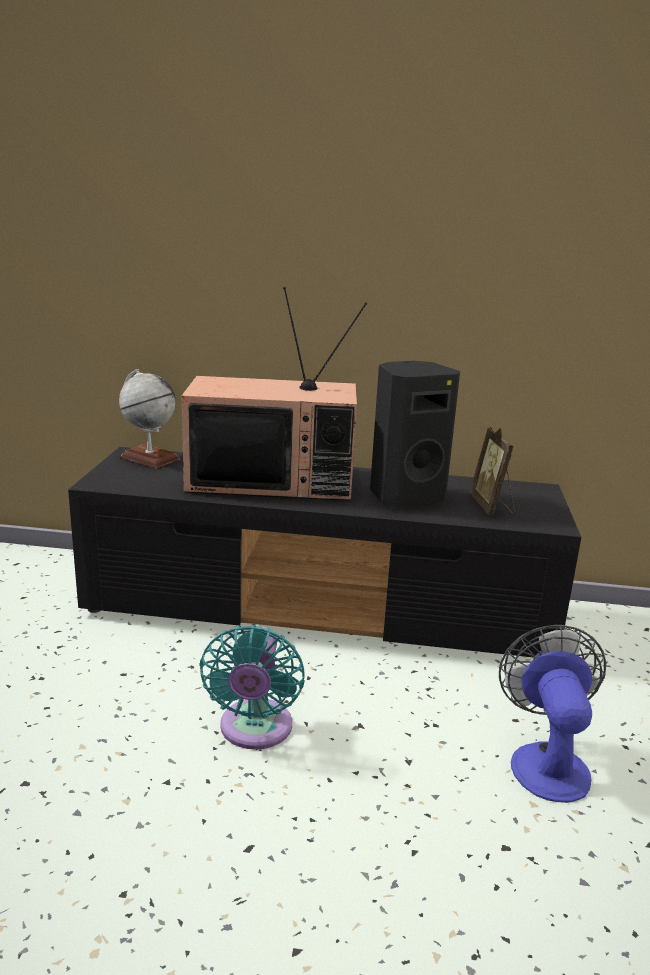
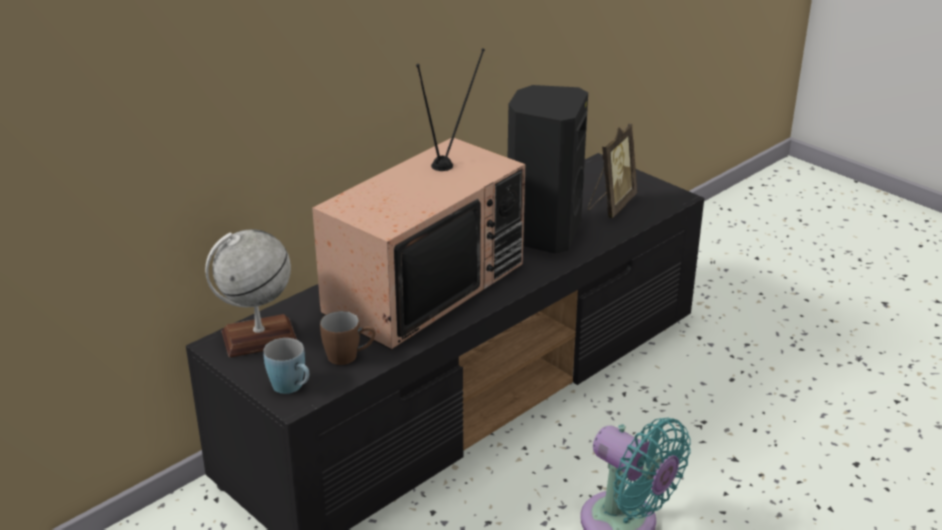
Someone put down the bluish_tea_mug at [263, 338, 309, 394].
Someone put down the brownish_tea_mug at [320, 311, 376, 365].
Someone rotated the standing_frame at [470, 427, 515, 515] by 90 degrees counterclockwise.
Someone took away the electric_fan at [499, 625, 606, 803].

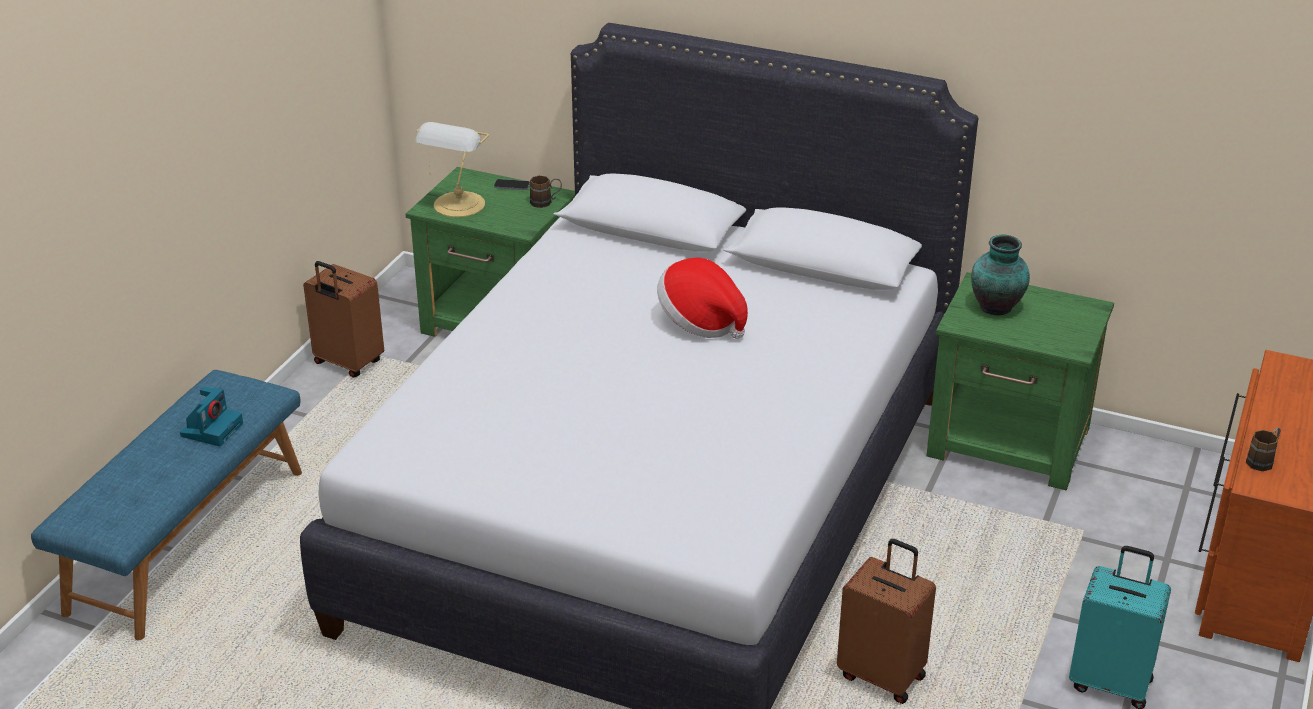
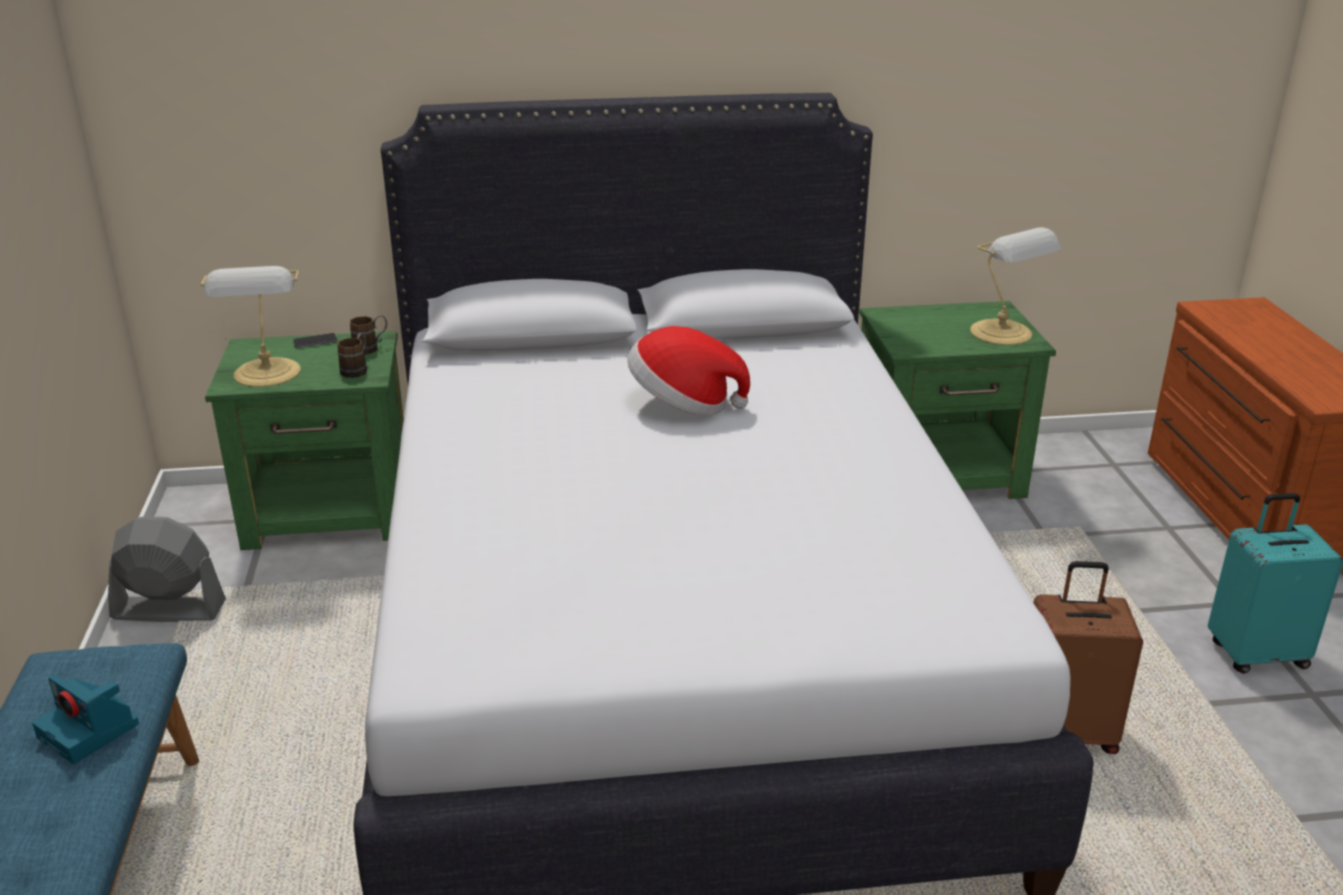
Someone rotated the still_camera at [180, 387, 243, 447] by 135 degrees clockwise.
Someone swapped the brownish_travel_case at [303, 261, 384, 377] for the grey_electric_fan at [108, 517, 226, 622].
Someone carried the brownish_tea_mug from [1246, 427, 1280, 471] to [337, 333, 367, 378].
Someone put down the table_lamp at [970, 227, 1061, 345].
Someone took away the flower_vase at [971, 234, 1030, 315].

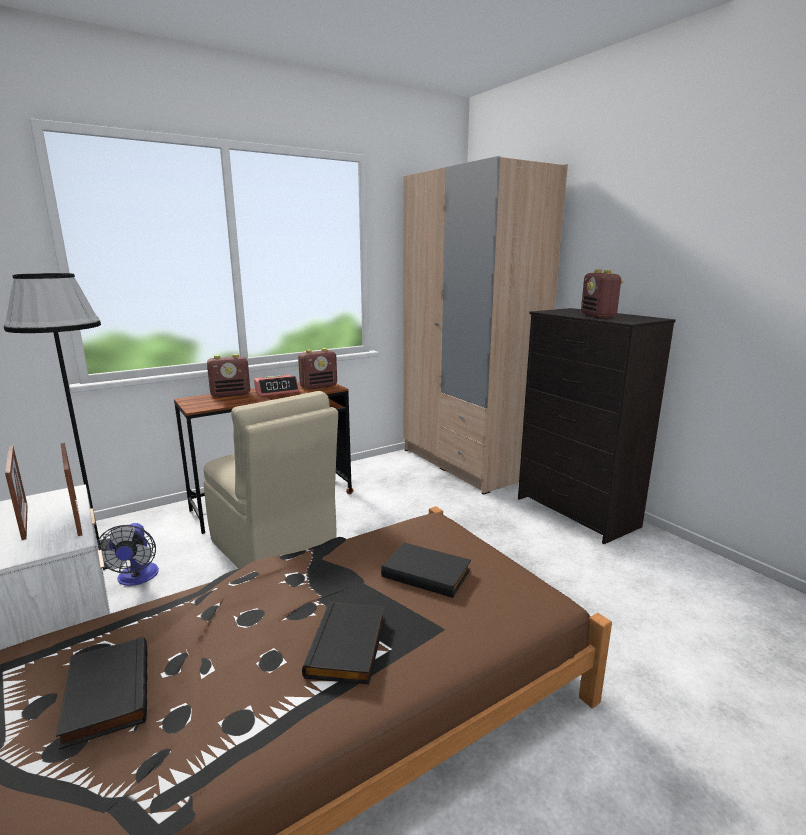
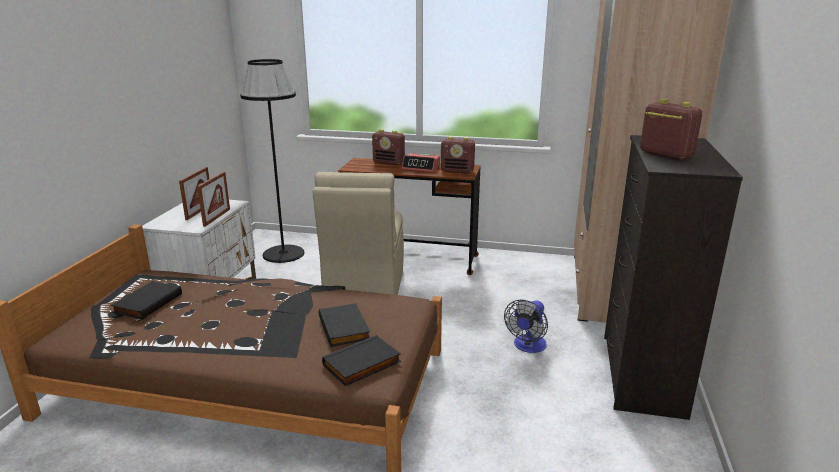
Someone carried the black_volume from [302, 601, 385, 684] to [322, 335, 401, 386].
Someone carried the electric_fan from [97, 523, 159, 586] to [504, 299, 548, 353].
Someone rotated the radio_receiver at [581, 269, 623, 319] by 105 degrees clockwise.

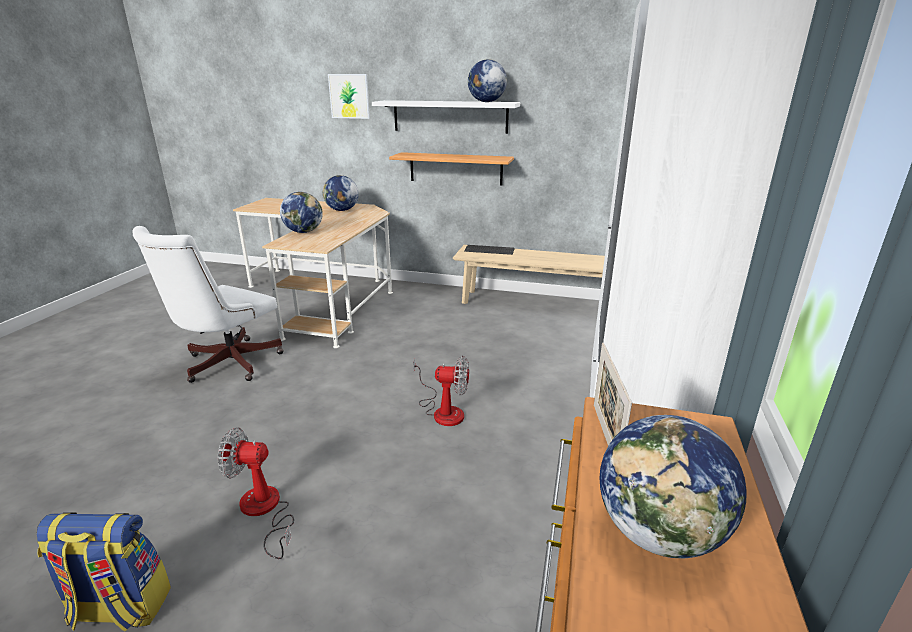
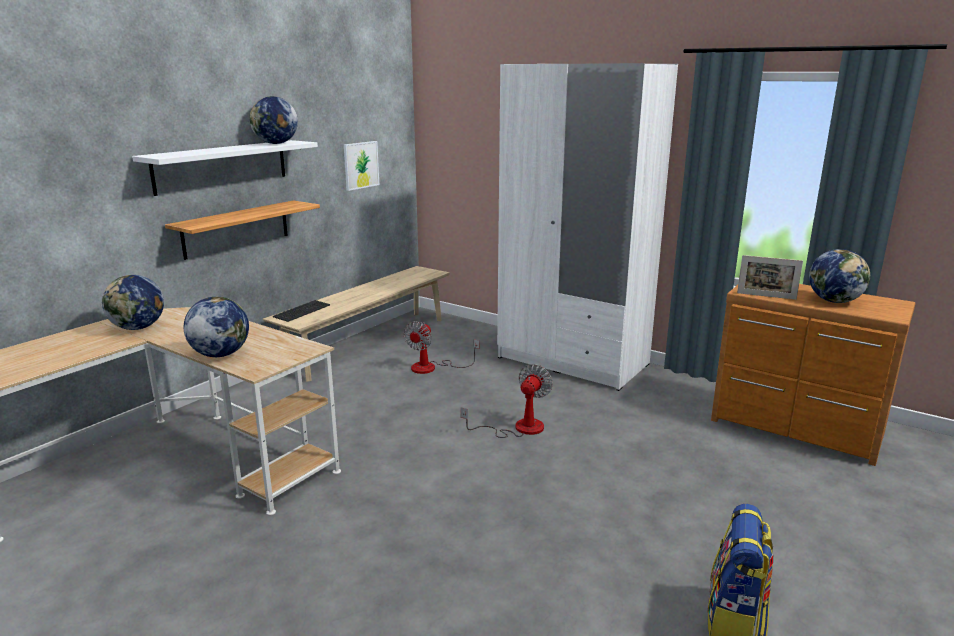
Someone carried the picture from [328, 74, 370, 119] to [344, 141, 379, 191].
Someone carried the electric_fan from [218, 427, 294, 559] to [404, 321, 479, 374].
Someone took away the white-coloured_office_chair at [132, 226, 284, 383].

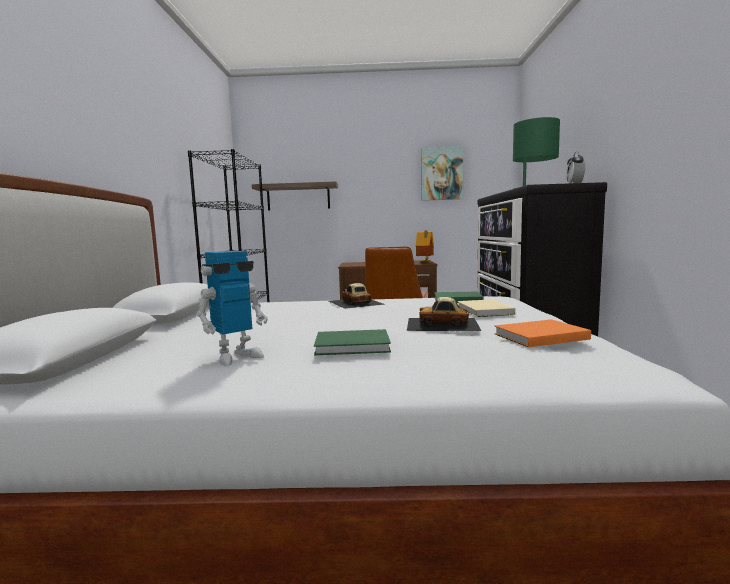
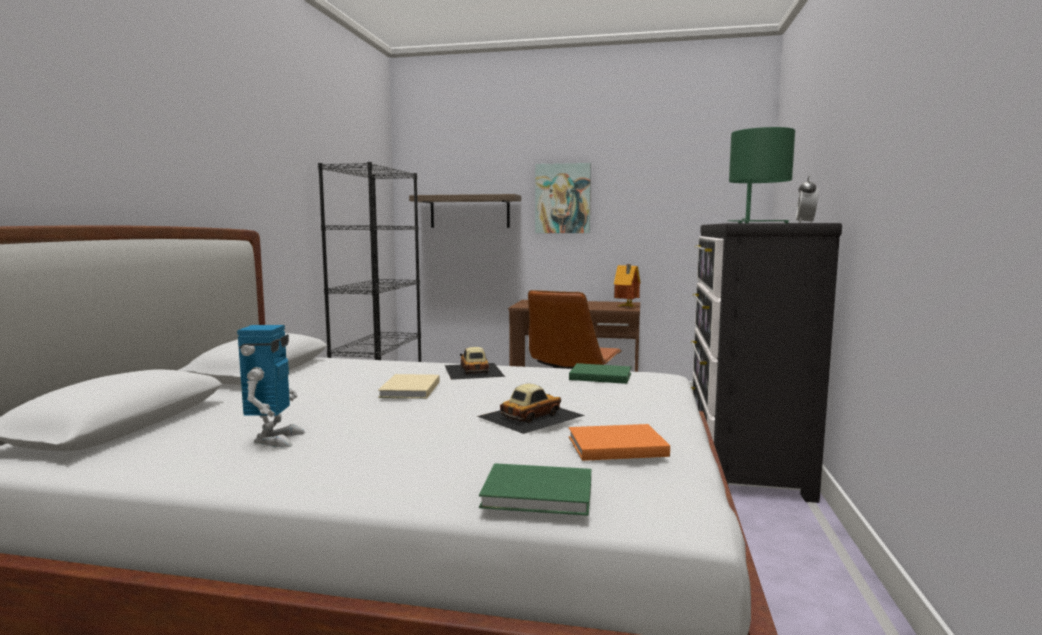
Someone rotated the toy_robot at [196, 251, 267, 366] by 60 degrees counterclockwise.
Someone carried the beige-coloured_volume from [457, 299, 516, 317] to [378, 374, 440, 399].
Someone rotated the toy_car at [407, 297, 481, 331] by 120 degrees clockwise.
Someone carried the green_volume from [314, 329, 391, 355] to [479, 463, 591, 516].
Someone carried the picture from [421, 146, 463, 201] to [535, 163, 591, 233].

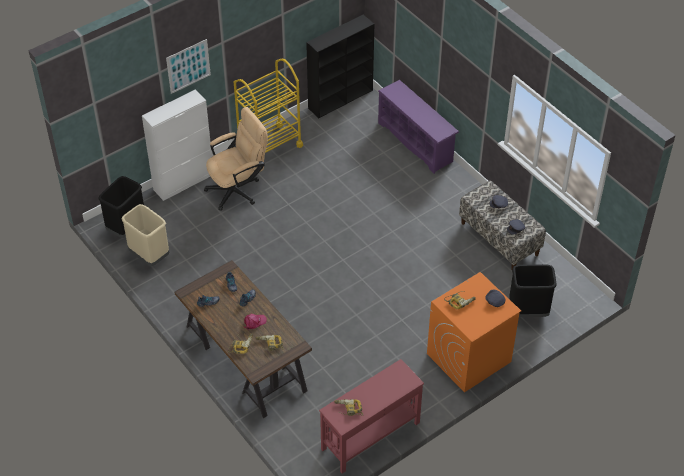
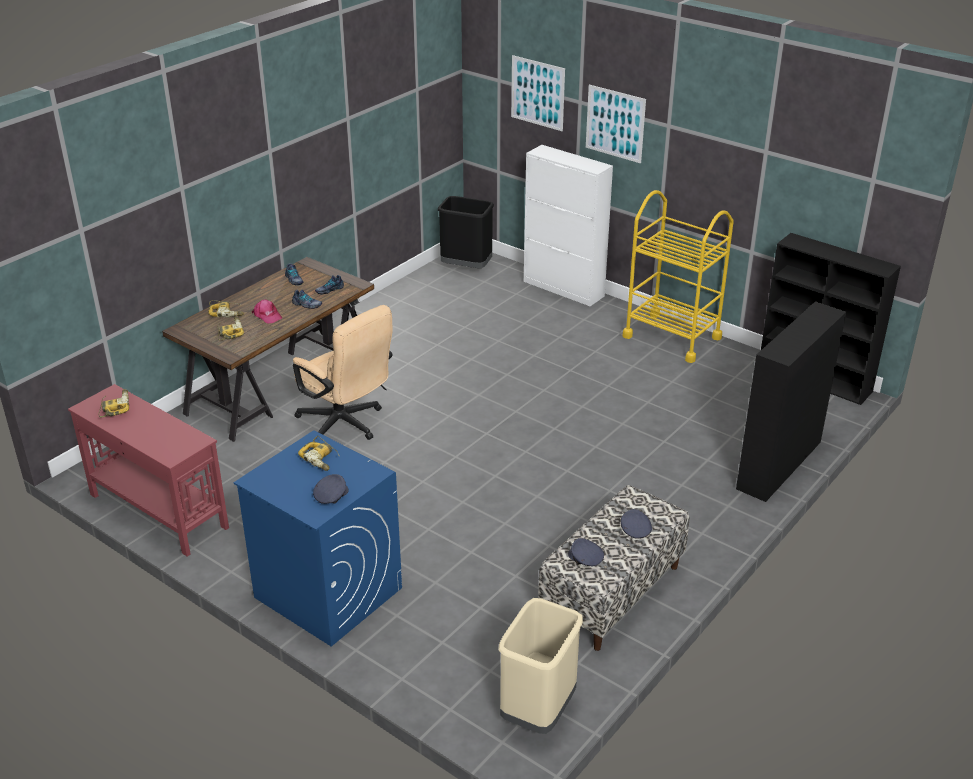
Someone repainted the orangey_laundry_machine at [427, 272, 521, 393], which became the bluish_laundry_machine at [234, 430, 402, 647].
Someone carried the beige-coloured_office_chair from [204, 107, 268, 211] to [293, 305, 393, 440].
Someone carried the beige-coloured_waste_bin from [121, 204, 169, 266] to [498, 598, 583, 734].
Someone put up the picture at [511, 55, 565, 131].
Someone swapped the purplish_shoe_stand at [378, 80, 459, 174] for the black_bookcase at [736, 301, 846, 502].
Someone took away the black_waste_bin at [509, 264, 557, 317].

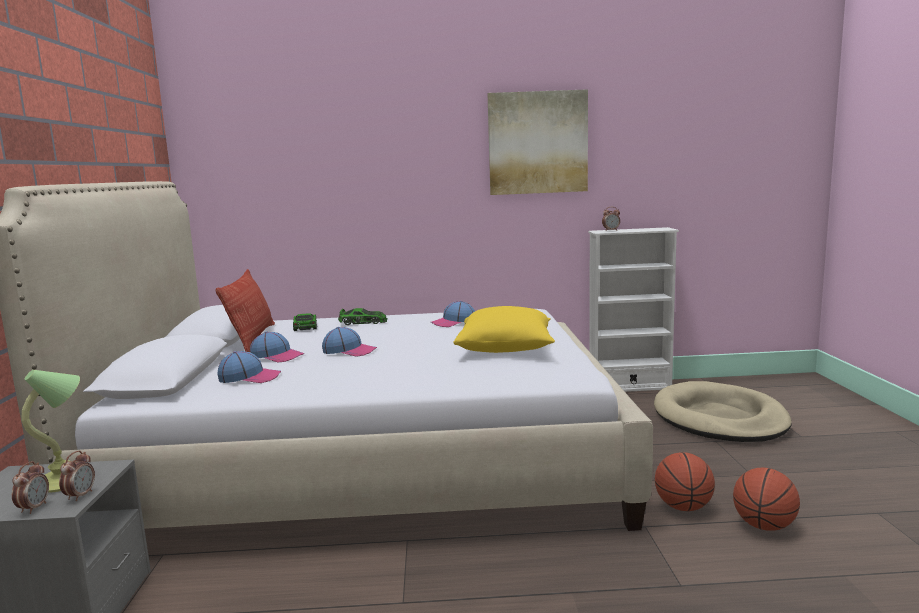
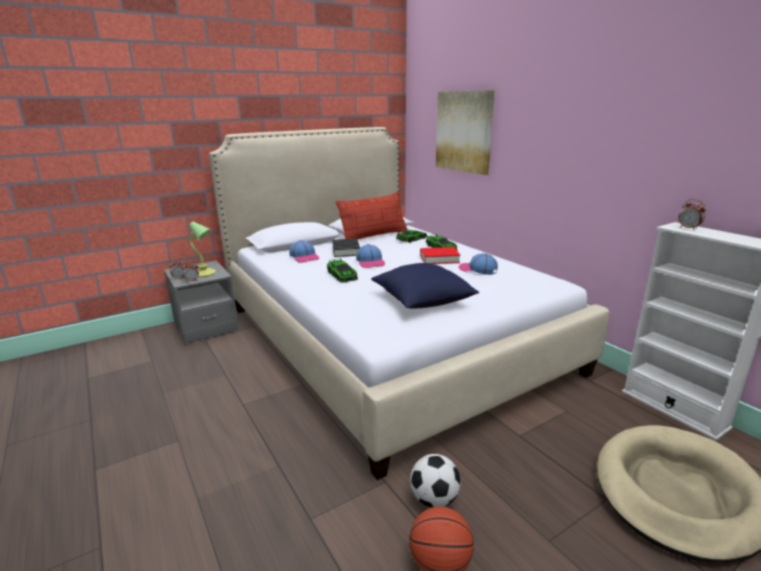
Someone put down the toy_car at [327, 258, 358, 282].
Someone swapped the baseball_cap at [250, 332, 304, 363] for the black_volume at [332, 239, 360, 257].
Someone repainted the yellow_pillow at [453, 306, 555, 353], which became the bluish_pillow at [371, 263, 479, 309].
Someone swapped the basketball_ball at [655, 452, 715, 511] for the football_ball at [410, 454, 461, 508].
Someone put down the reddish_volume at [420, 247, 460, 264].
Someone carried the picture from [488, 89, 588, 195] to [436, 90, 494, 175].

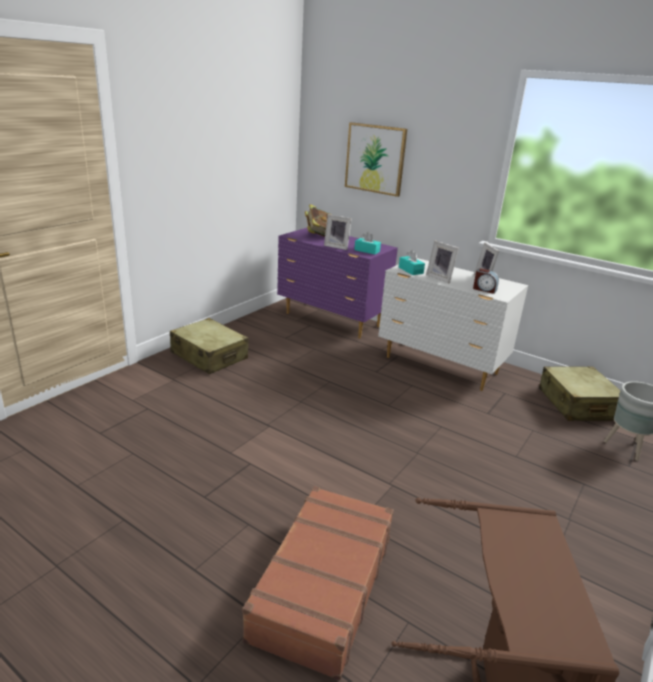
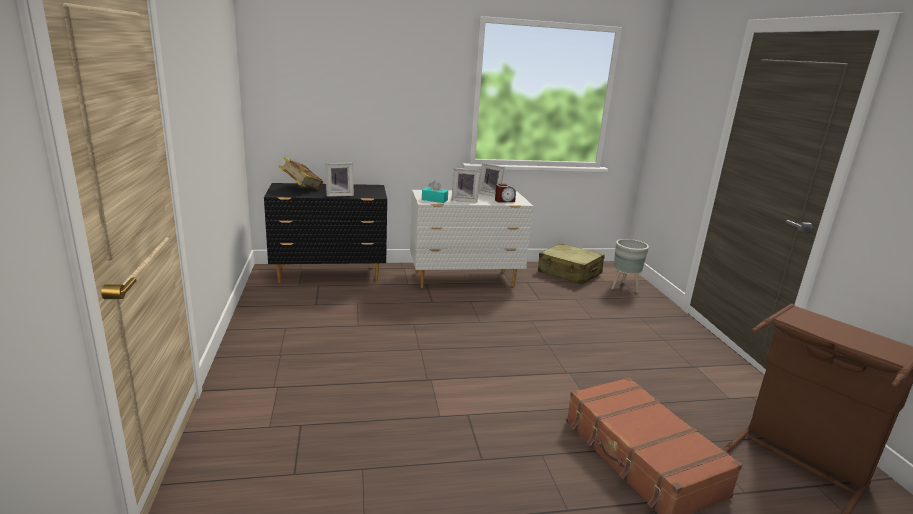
Someone repainted the purplish_dresser at [277, 228, 398, 339], which became the black_dresser at [264, 183, 387, 283].
Someone took away the beige-coloured_travel_case at [170, 318, 249, 374].
Someone took away the picture at [345, 122, 407, 197].
Someone took away the turquoise_tissue_box at [354, 232, 381, 255].

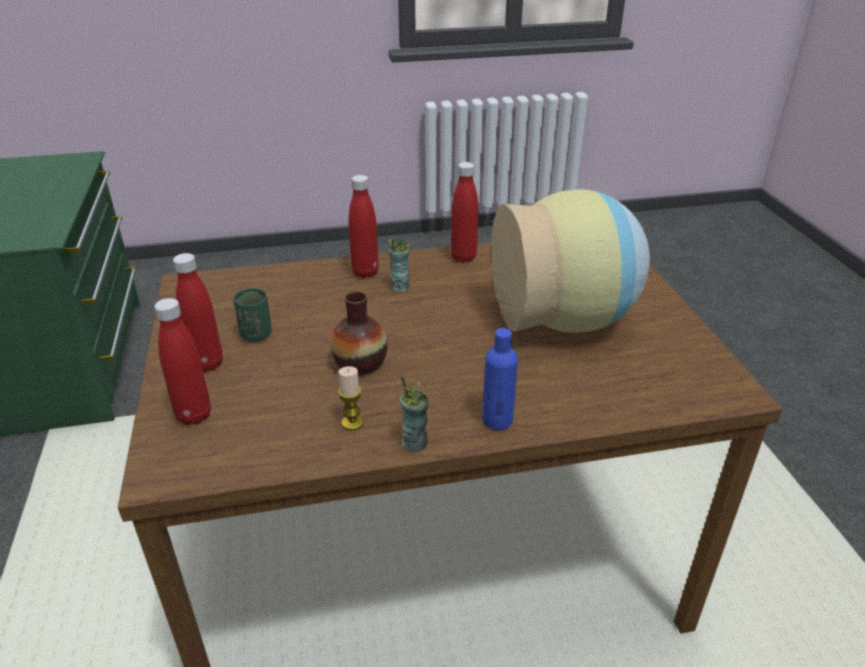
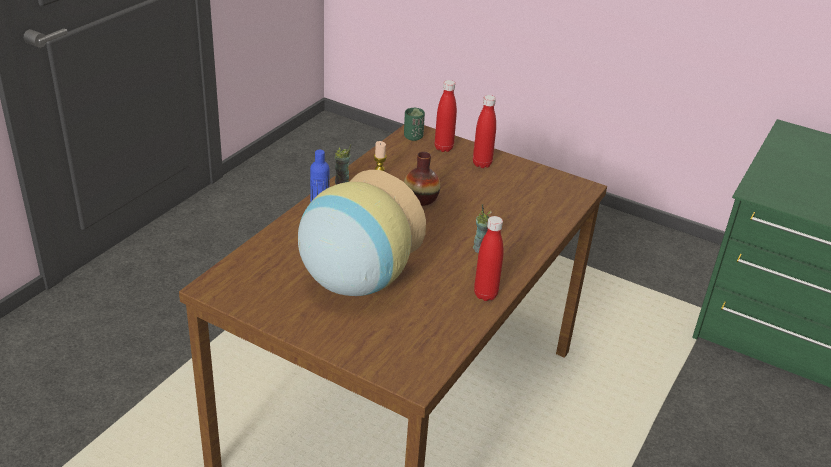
Someone carried the green_drinking_cup from [233, 288, 272, 342] to [404, 108, 425, 141].
Someone took away the reddish_beverage_bottle at [349, 175, 379, 278].

